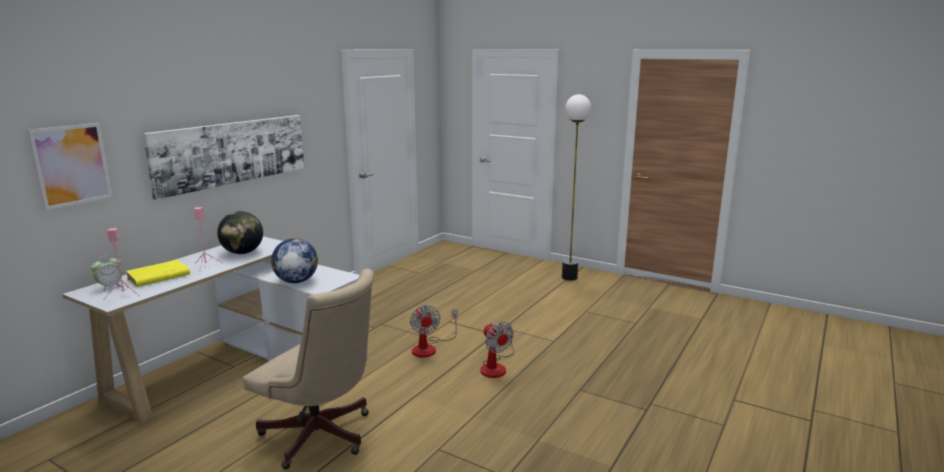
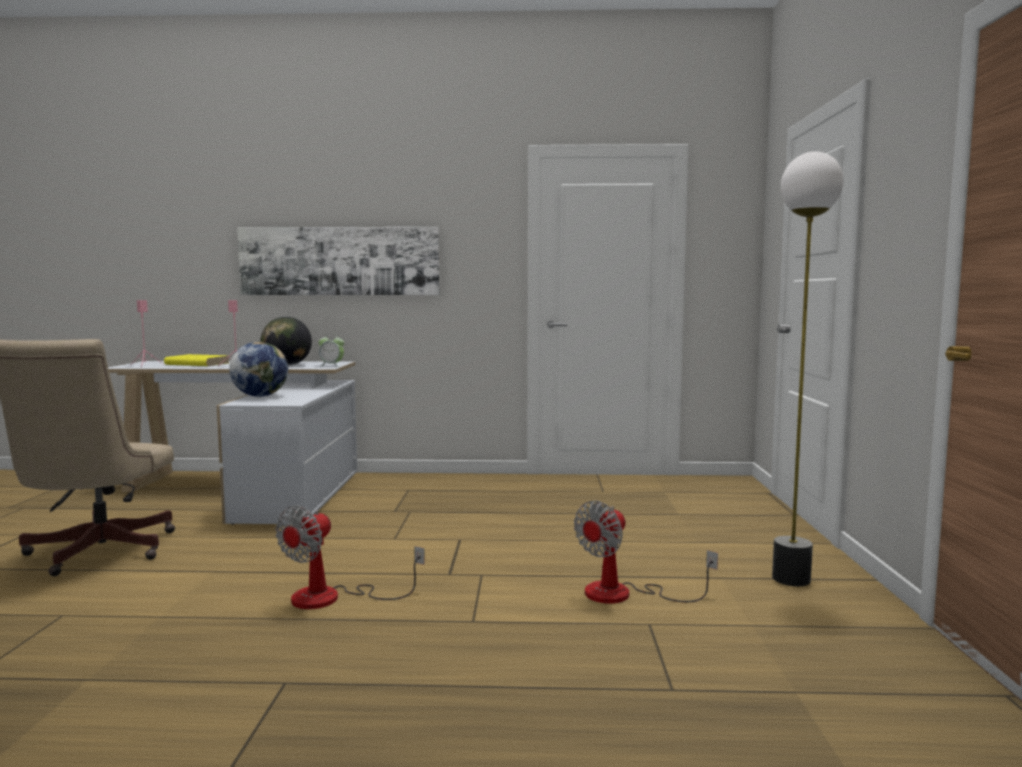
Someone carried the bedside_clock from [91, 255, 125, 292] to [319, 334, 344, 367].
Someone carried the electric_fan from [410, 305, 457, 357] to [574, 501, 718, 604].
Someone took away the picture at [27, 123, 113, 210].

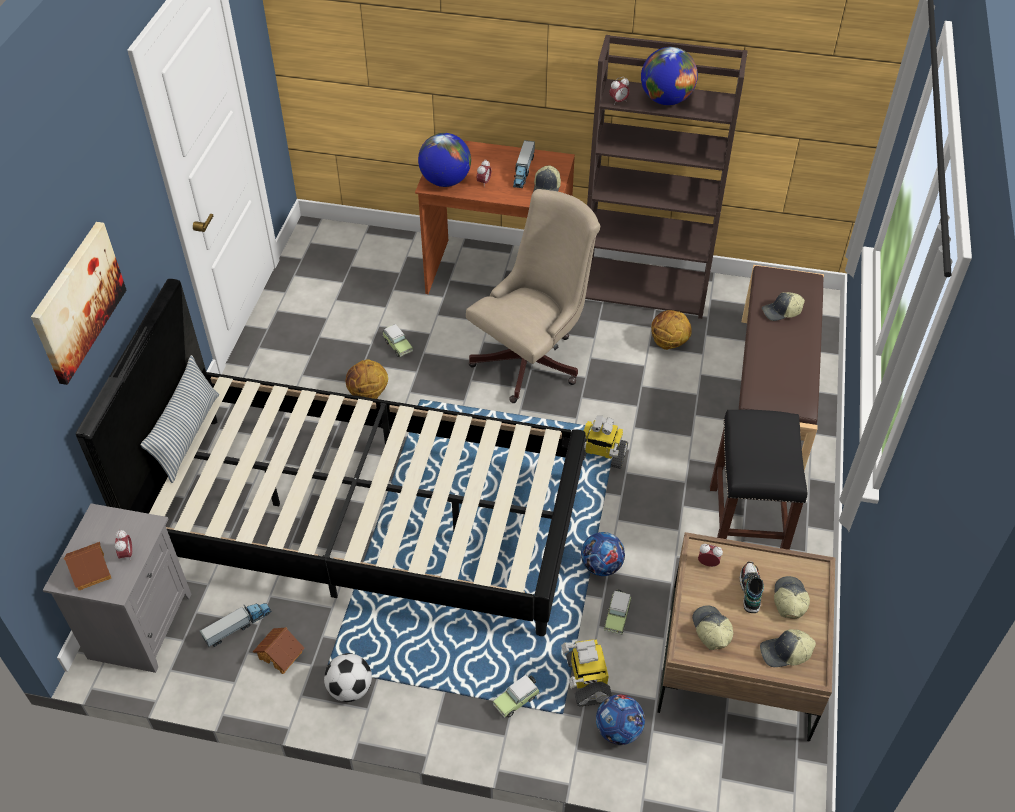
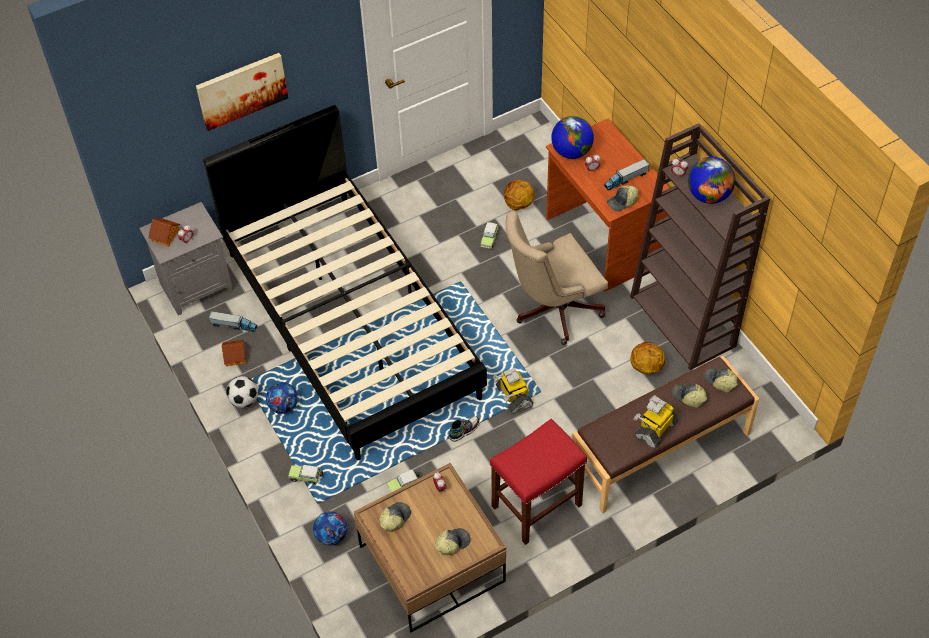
Someone carried the football_ball from [581, 532, 625, 576] to [266, 382, 298, 414].
Someone carried the low_shoe from [740, 562, 764, 613] to [449, 416, 479, 441].
Someone repainted the black_stool at [710, 409, 808, 550], which became the reddish_stool at [490, 419, 587, 545].
Someone carried the basketball_ball from [345, 359, 388, 399] to [504, 180, 535, 211].
Someone rotated the beige-coloured_office_chair at [466, 189, 600, 403] by 150 degrees clockwise.
Someone carried the toy_robot from [561, 639, 612, 707] to [633, 395, 679, 448].
Someone carried the baseball_cap from [760, 629, 816, 667] to [704, 368, 738, 392].
Someone took away the pillow at [141, 355, 219, 483].

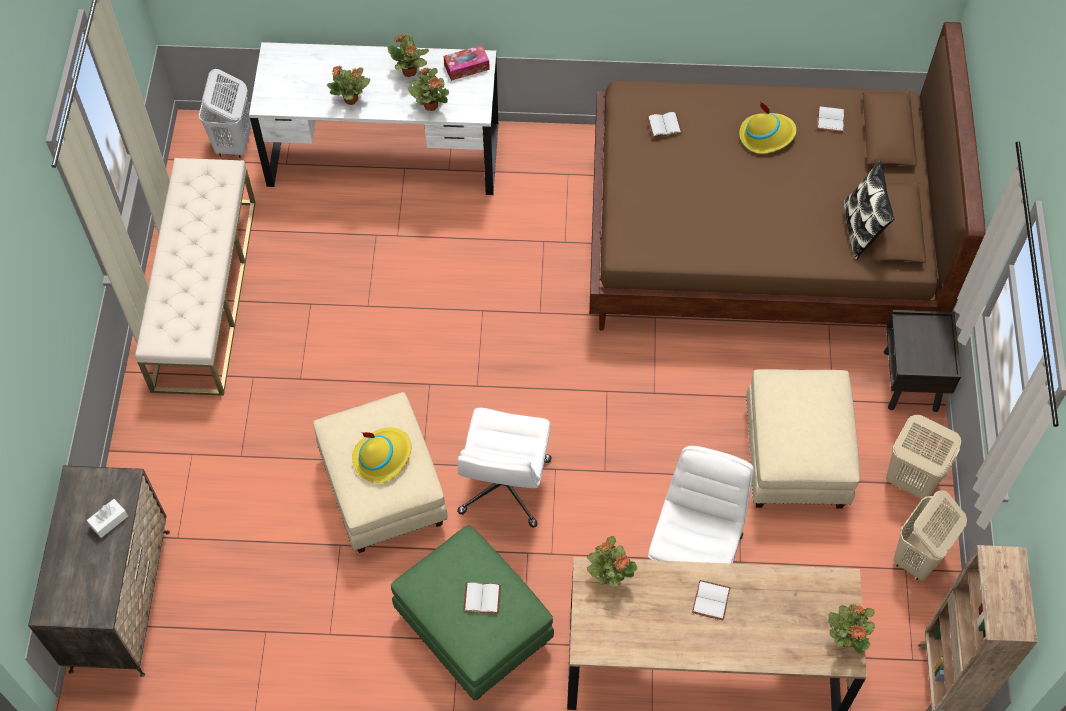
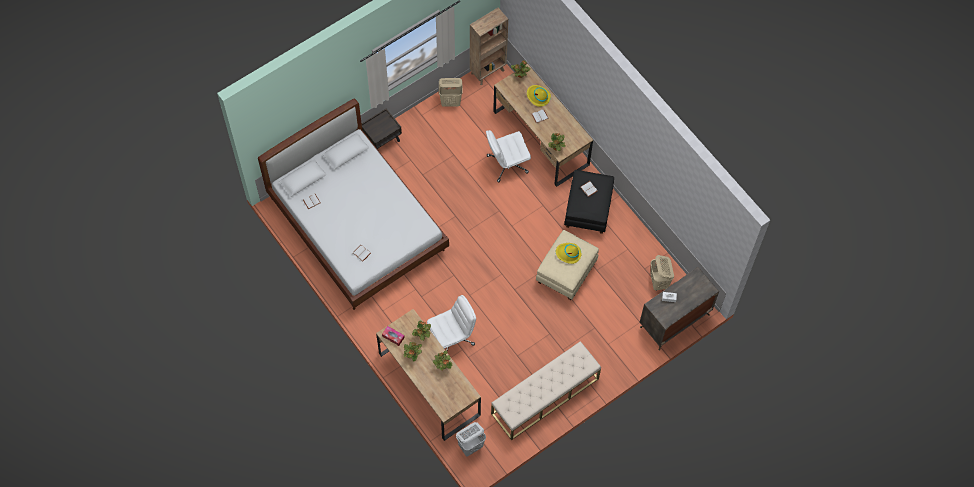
Someone repainted the brownish_sleeping_bed at [589, 22, 985, 331], which became the white-coloured_sleeping_bed at [258, 98, 449, 310].
Someone repainted the white-coloured_desk_unit at [249, 42, 498, 195], which became the brownish_desk_unit at [376, 309, 481, 441].
Someone carried the white-coloured_office_chair from [457, 408, 552, 528] to [427, 295, 476, 351].
Someone carried the yellow_hat from [739, 100, 796, 154] to [527, 85, 551, 107].
Someone repainted the green_ottoman at [391, 525, 554, 701], which became the black_ottoman at [564, 170, 614, 234].
Someone carried the beige-coloured_washing_basket from [886, 415, 961, 499] to [650, 255, 674, 291].
Someone took away the beige-coloured_ottoman at [746, 369, 860, 508].
Someone took away the pillow at [843, 161, 895, 260].

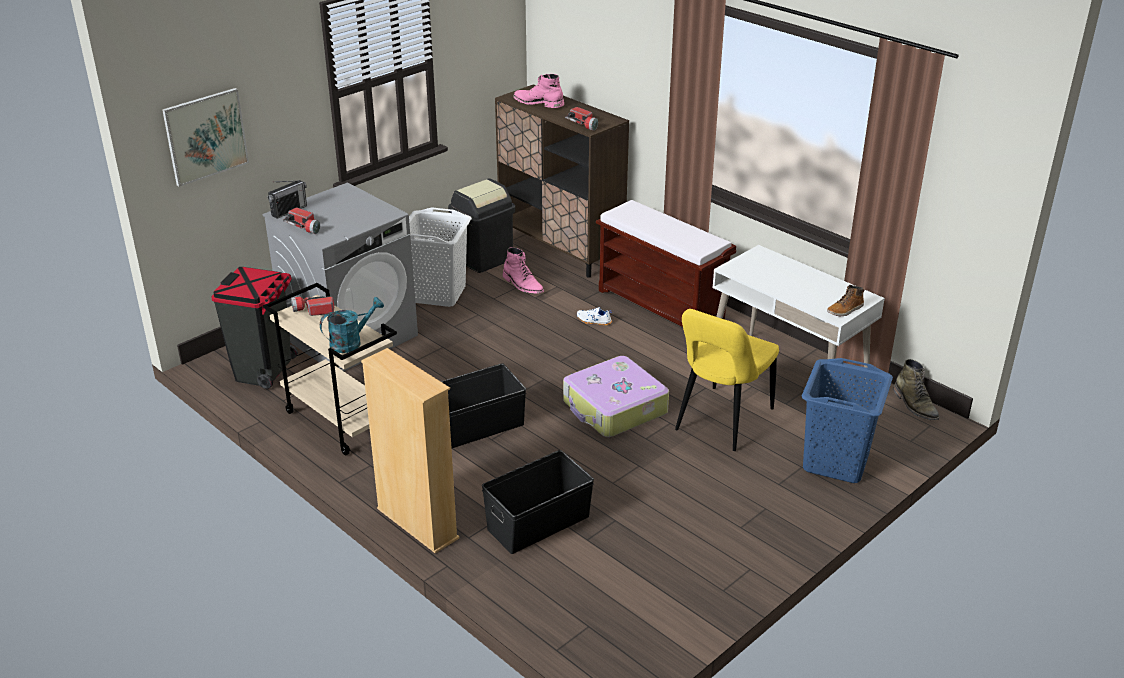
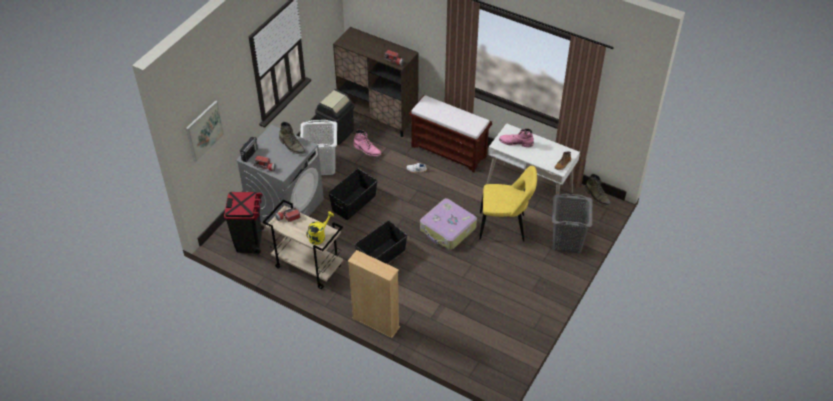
Someone put down the green_high-top_boot at [279, 122, 306, 154].
Someone repainted the turquoise_watering_can at [320, 297, 384, 353], which became the yellow_watering_can at [306, 211, 334, 245].
Someone carried the black_storage_bin from [482, 450, 594, 554] to [329, 168, 377, 220].
Someone rotated the yellow_upright_chair at [675, 309, 779, 451] by 105 degrees counterclockwise.
Someone carried the pink-coloured_high-top_boot from [513, 74, 564, 108] to [499, 129, 534, 147].
Someone repainted the bluish_washing_basket at [801, 358, 893, 483], which became the grey_washing_basket at [552, 194, 592, 253].

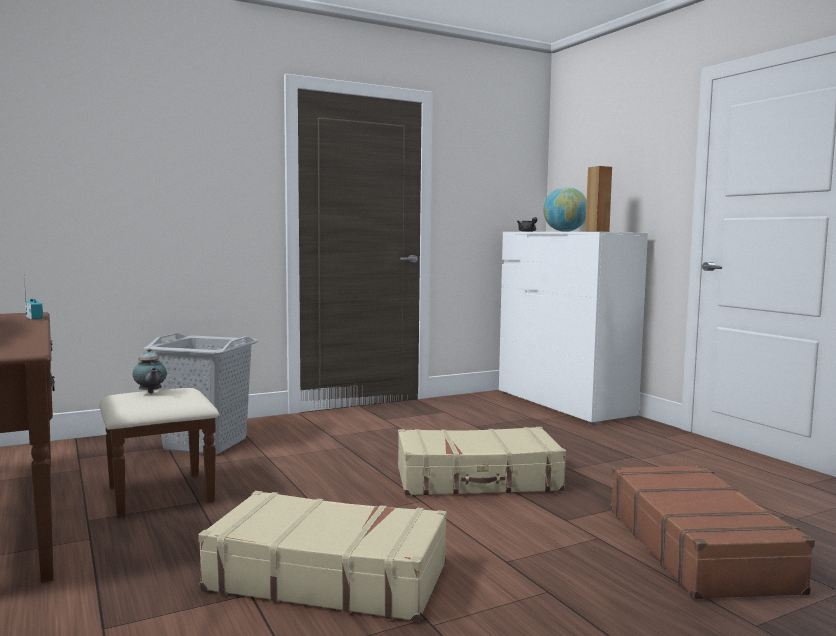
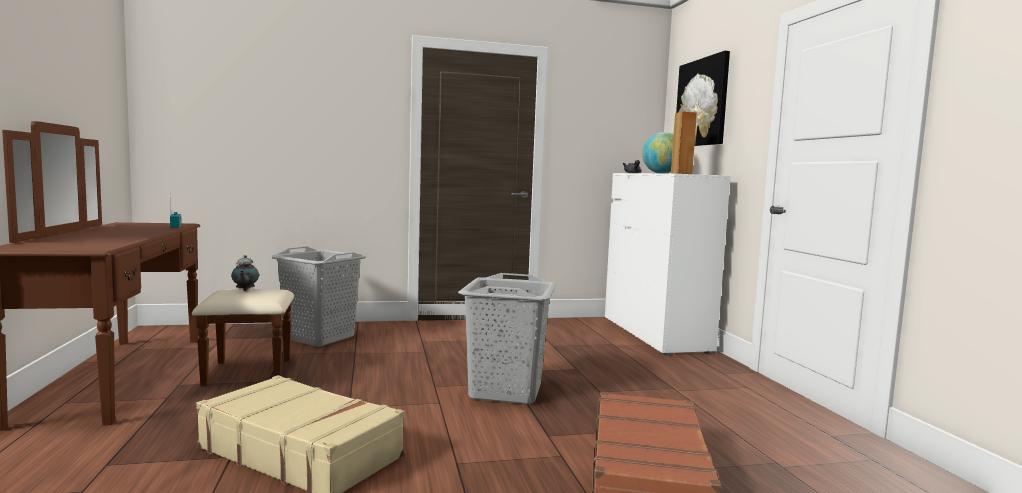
Someone swapped the beige-coloured_travel_case at [398, 427, 566, 496] for the grey_washing_basket at [458, 273, 556, 404].
Someone put up the picture at [676, 51, 730, 146].

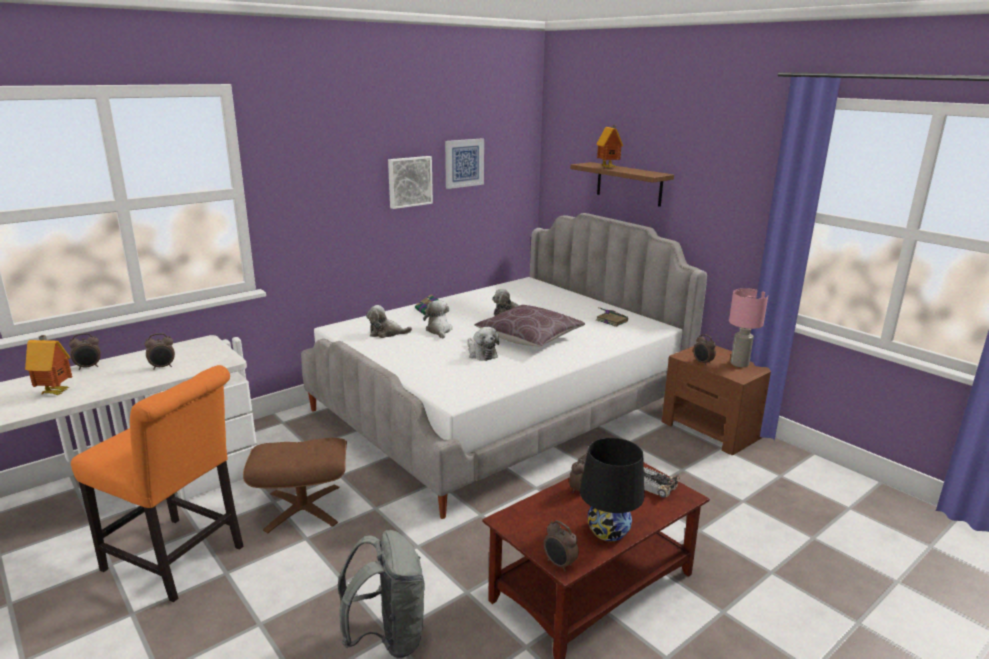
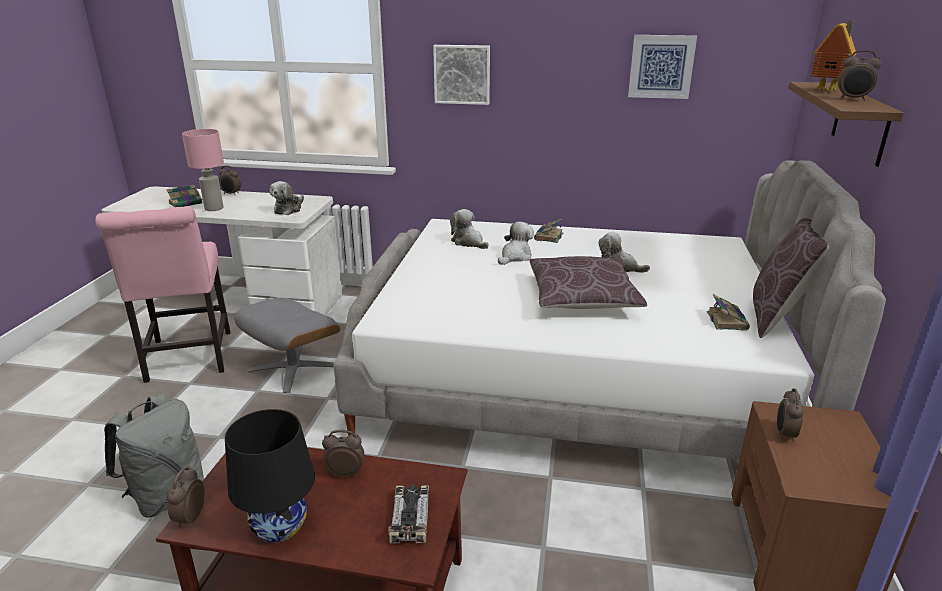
Someone repainted the orangey_upright_chair at [71, 365, 244, 602], which became the pink-coloured_upright_chair at [95, 206, 231, 383].
Someone swapped the model_house at [25, 335, 72, 395] for the volume at [166, 185, 203, 207].
Someone carried the pink-coloured_table_lamp from [729, 288, 768, 367] to [182, 129, 224, 211].
Someone repainted the brownish_ottoman at [243, 438, 347, 533], which became the grey_ottoman at [234, 298, 340, 393].
Someone carried the soft_toy from [467, 327, 499, 361] to [270, 181, 304, 215].
Someone carried the picture from [388, 156, 433, 209] to [433, 45, 490, 105].
Someone put down the brownish_pillow at [753, 218, 829, 338].
Someone carried the bedside_clock from [145, 333, 175, 370] to [838, 50, 882, 101].

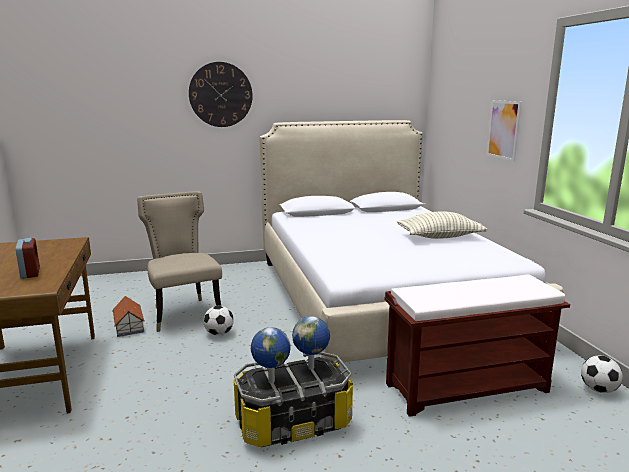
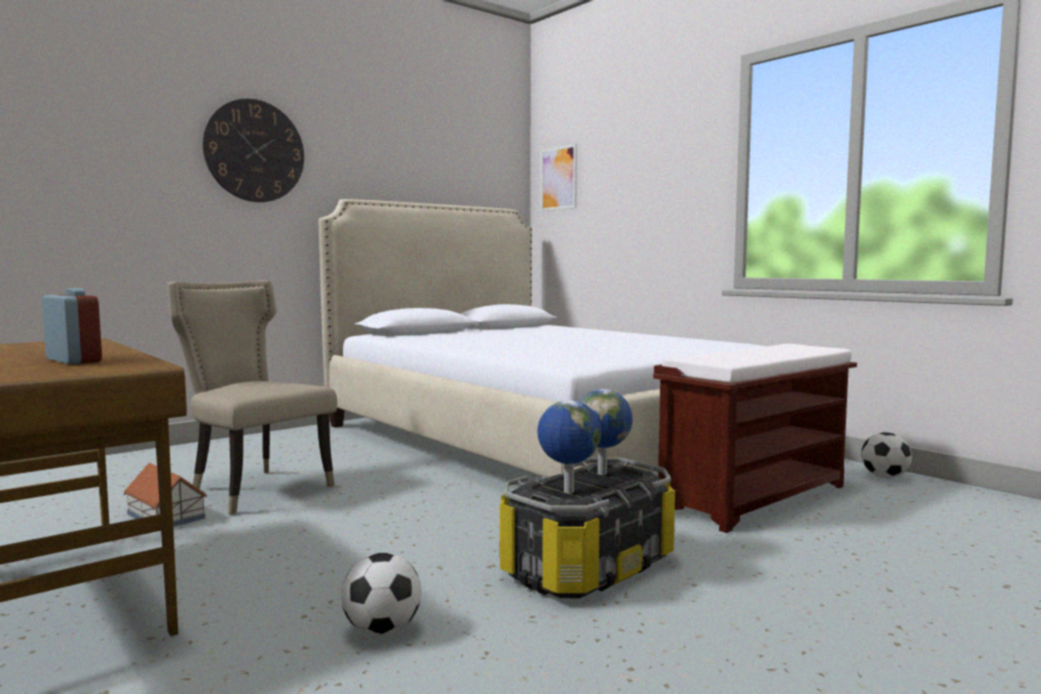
Someone carried the football_ball from [204, 306, 234, 336] to [341, 553, 421, 636].
Someone carried the picture from [487, 100, 522, 161] to [541, 144, 577, 211].
Someone took away the pillow at [397, 211, 488, 239].

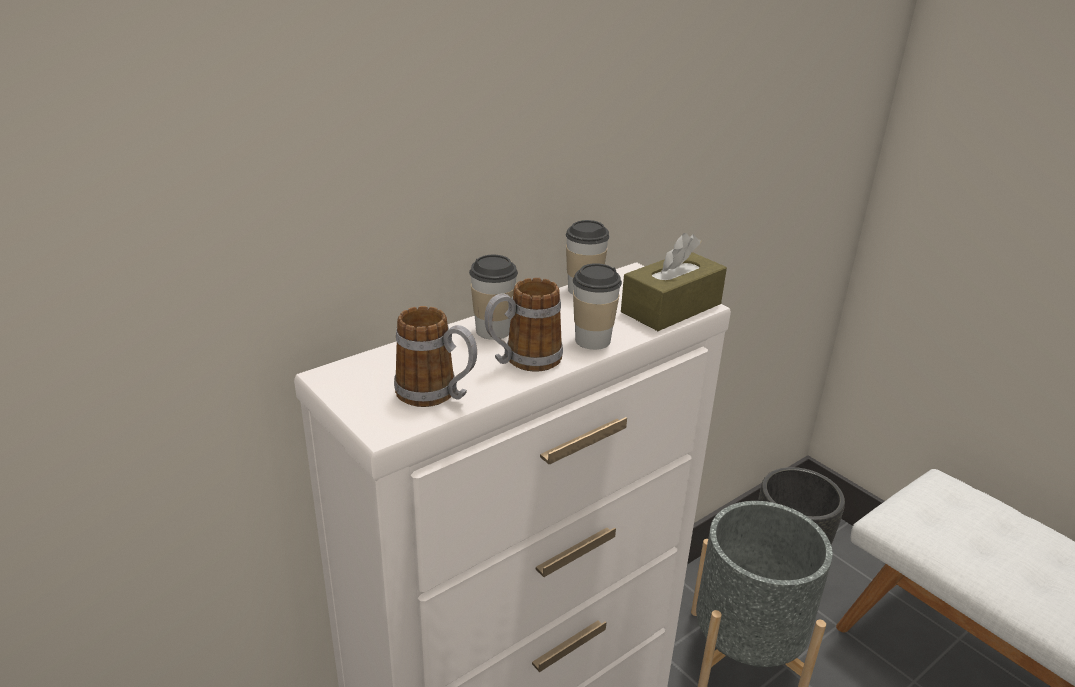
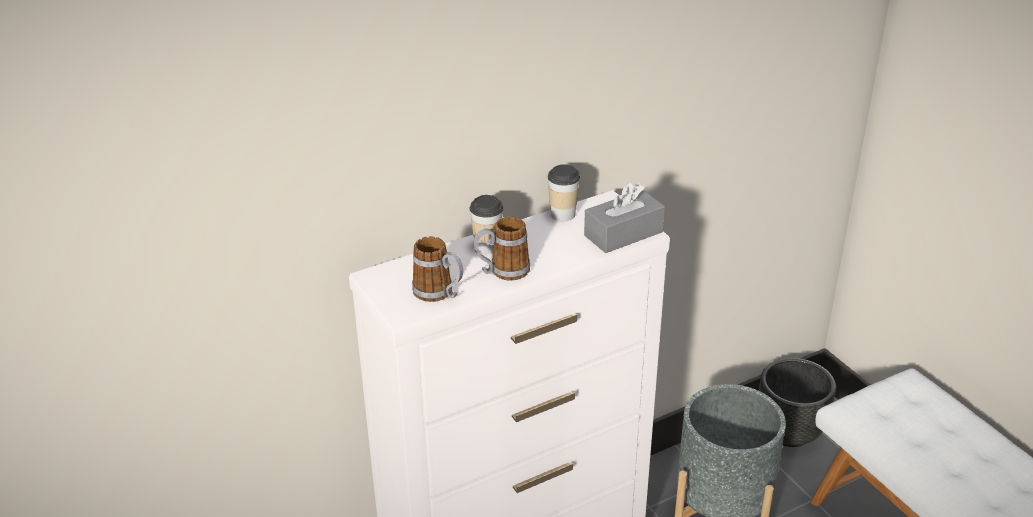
Someone repainted the brownish_tissue_box at [621, 233, 727, 331], which became the grey_tissue_box at [584, 183, 665, 253].
Someone took away the drinking_cup at [573, 263, 622, 350].

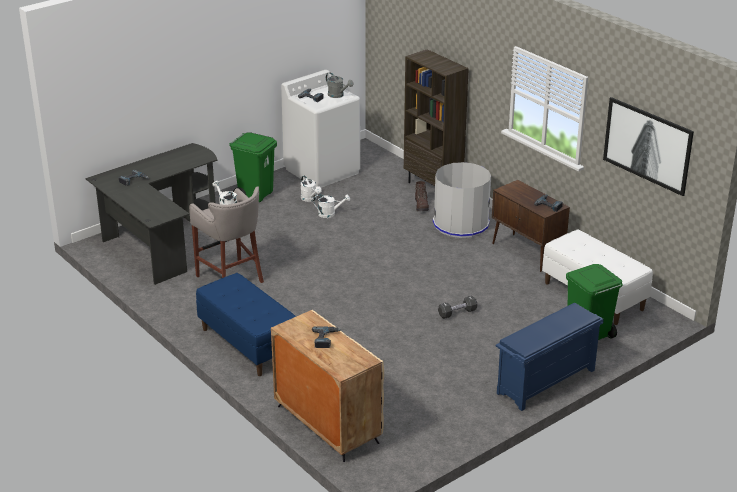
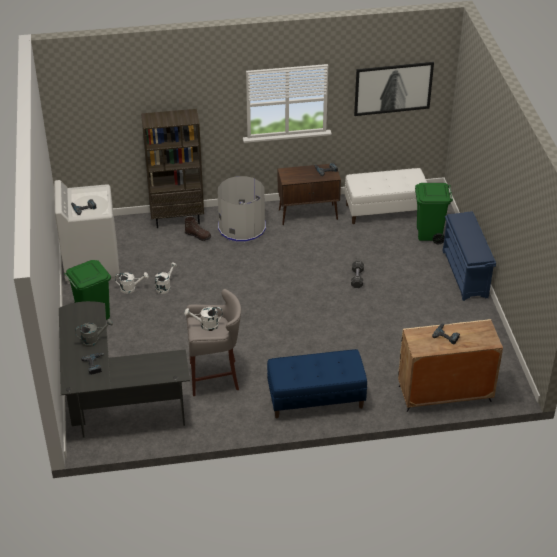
Someone carried the grey_watering_can from [326, 72, 354, 98] to [75, 319, 113, 347].

